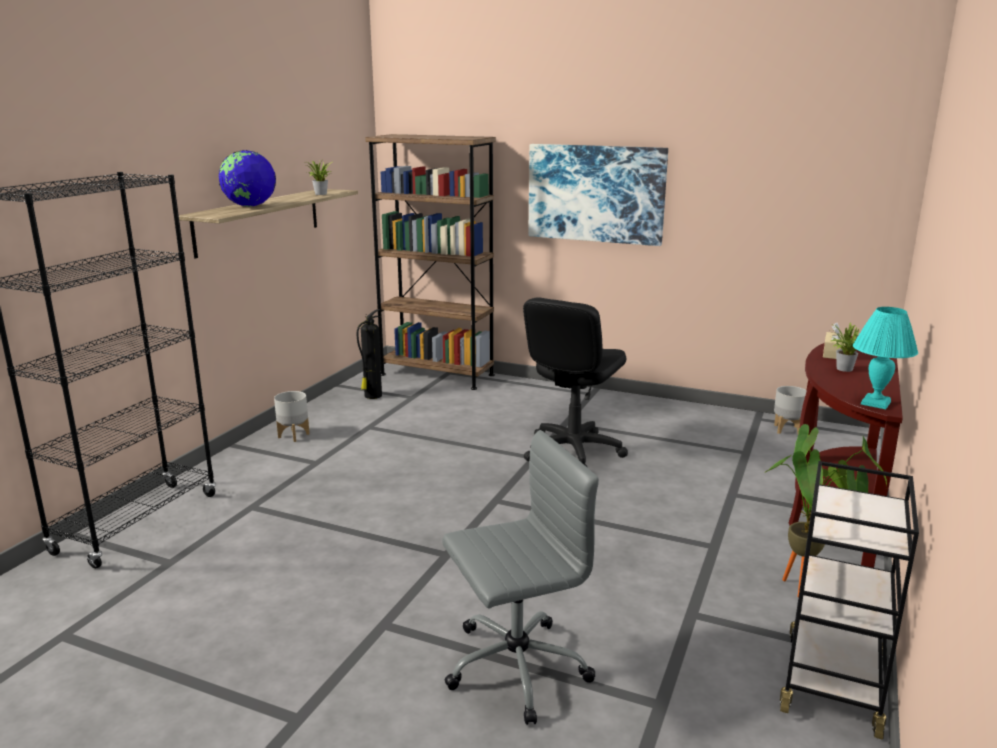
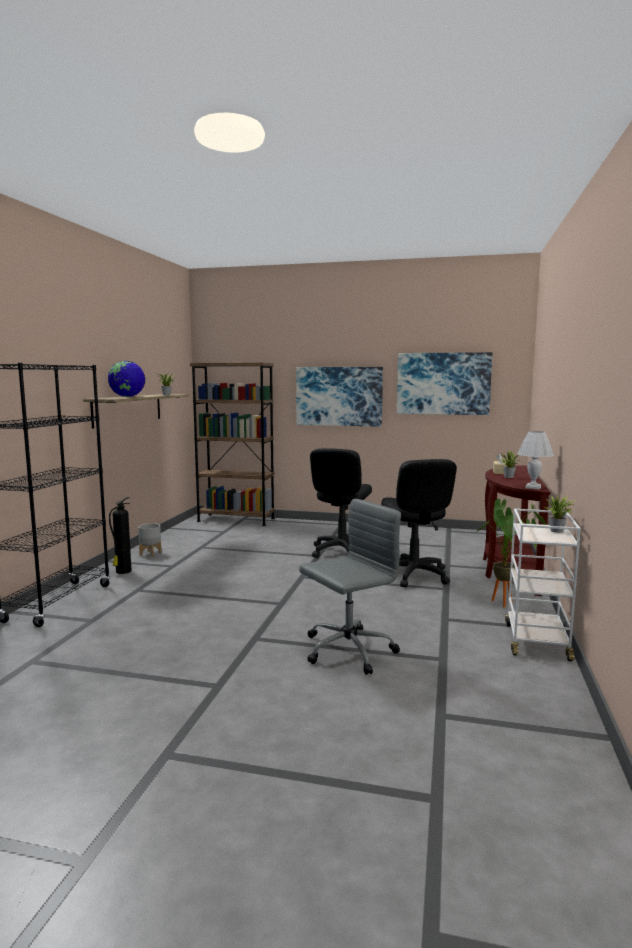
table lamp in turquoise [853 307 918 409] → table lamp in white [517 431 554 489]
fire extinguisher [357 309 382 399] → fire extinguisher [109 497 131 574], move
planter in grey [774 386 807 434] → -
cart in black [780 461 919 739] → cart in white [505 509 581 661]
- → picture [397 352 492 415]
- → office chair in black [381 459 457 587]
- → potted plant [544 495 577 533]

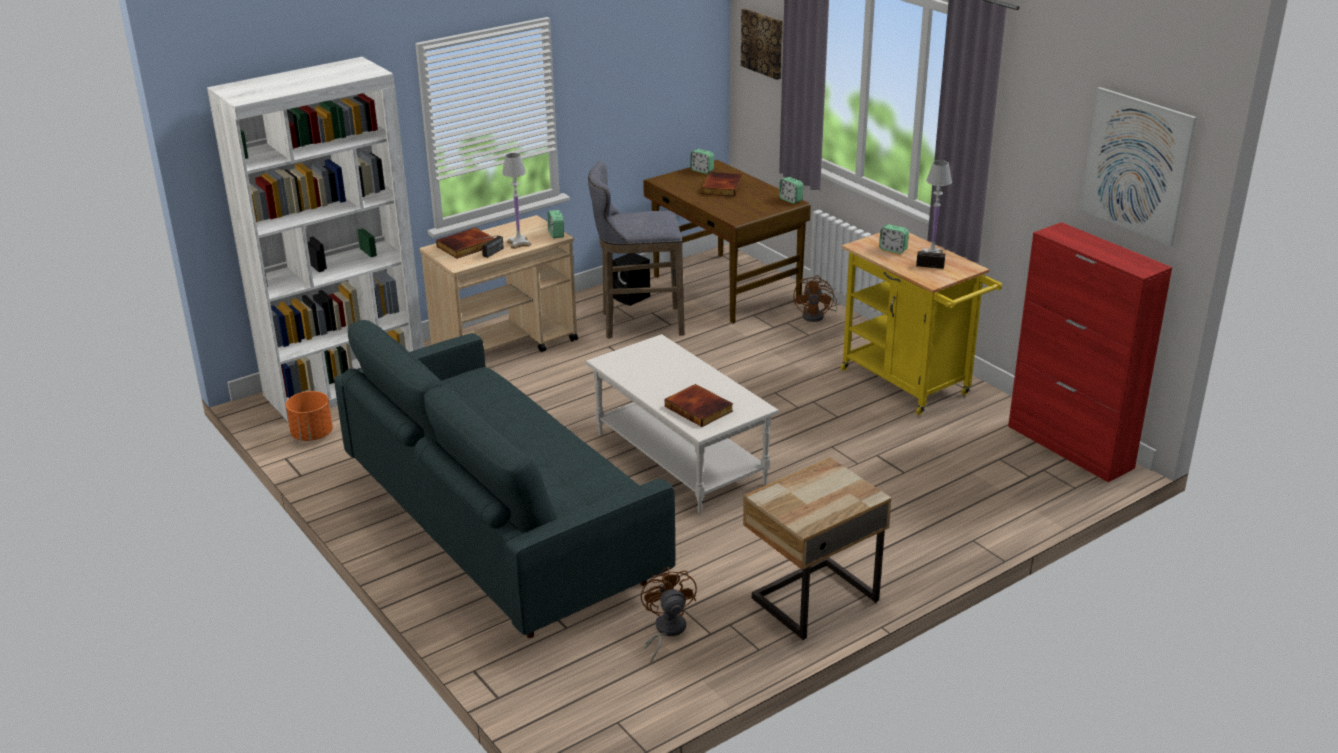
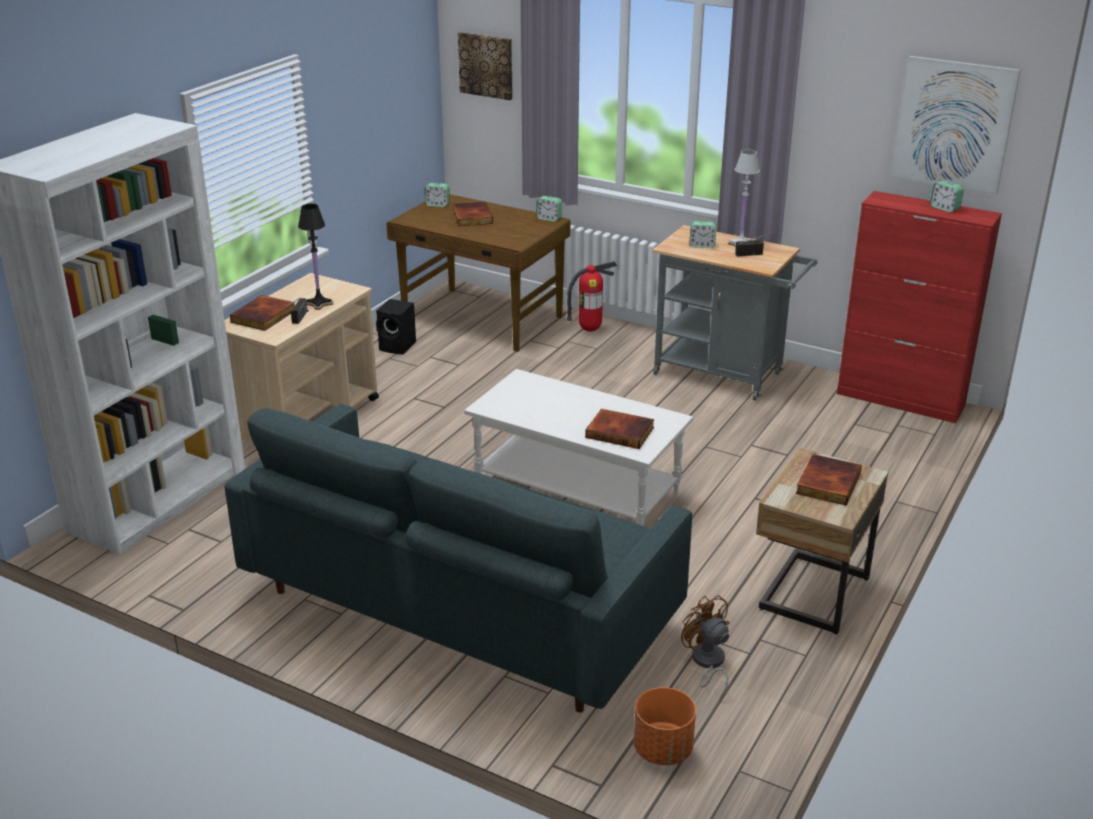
table lamp in white [502 153 532 249] → table lamp in black [298 204 334 310]
stool in grey [588 161 685 339] → -
alarm clock [548 210 564 238] → alarm clock [930 181 964 212], move
cart in yellow [840 233 1002 415] → cart in grey [652 225 817 400]
fan in brown [793 275 838 322] → fire extinguisher [567 261 617 332]
planter in orange [286 391 333 441] → planter in orange [634 687 696 765], move
- → book [796 454 862 505]

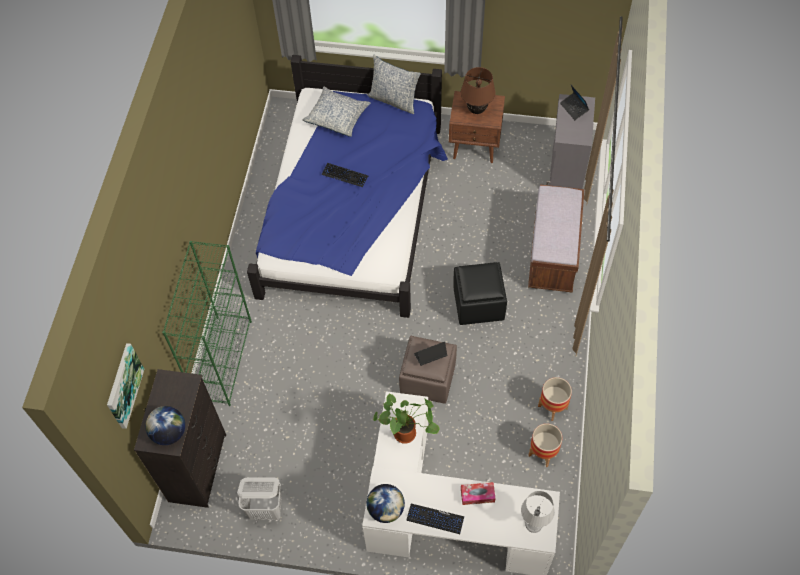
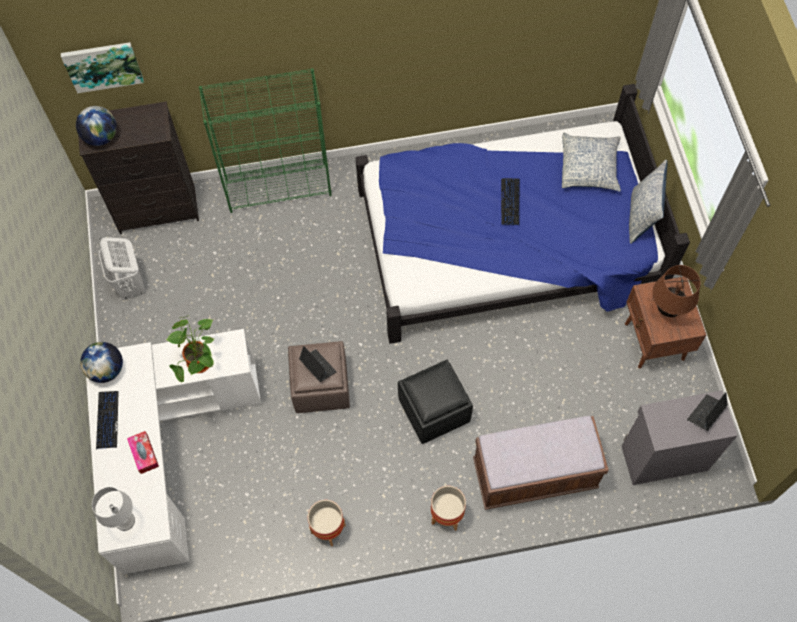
planter [529 423 562 467] → planter [431 486 466 531], move

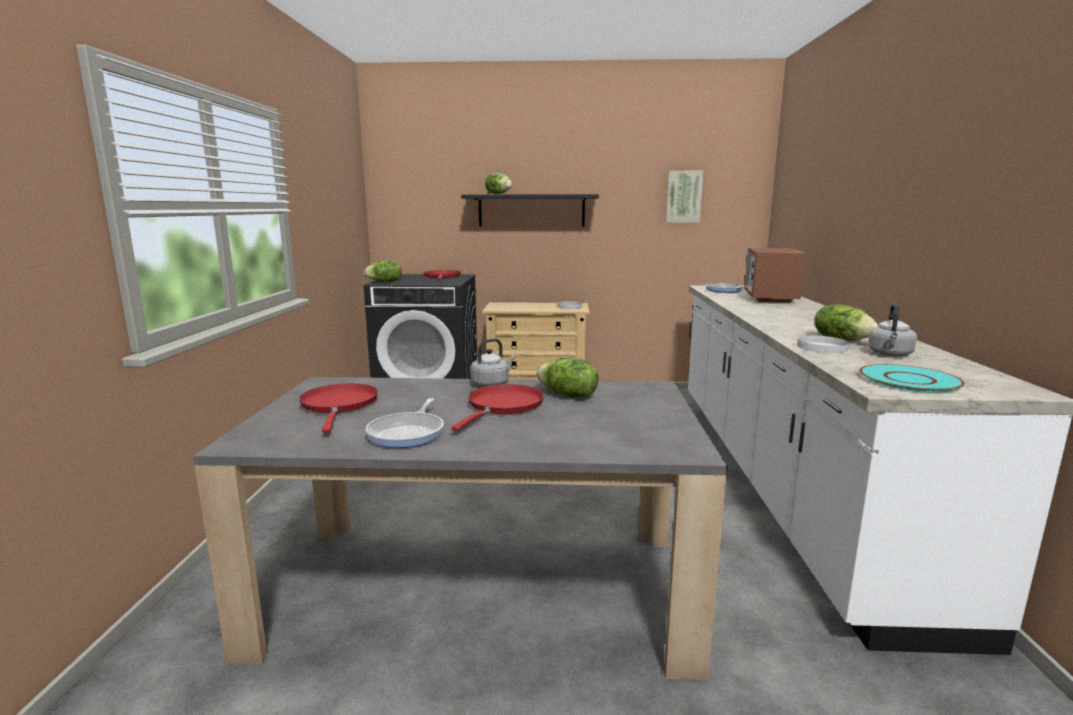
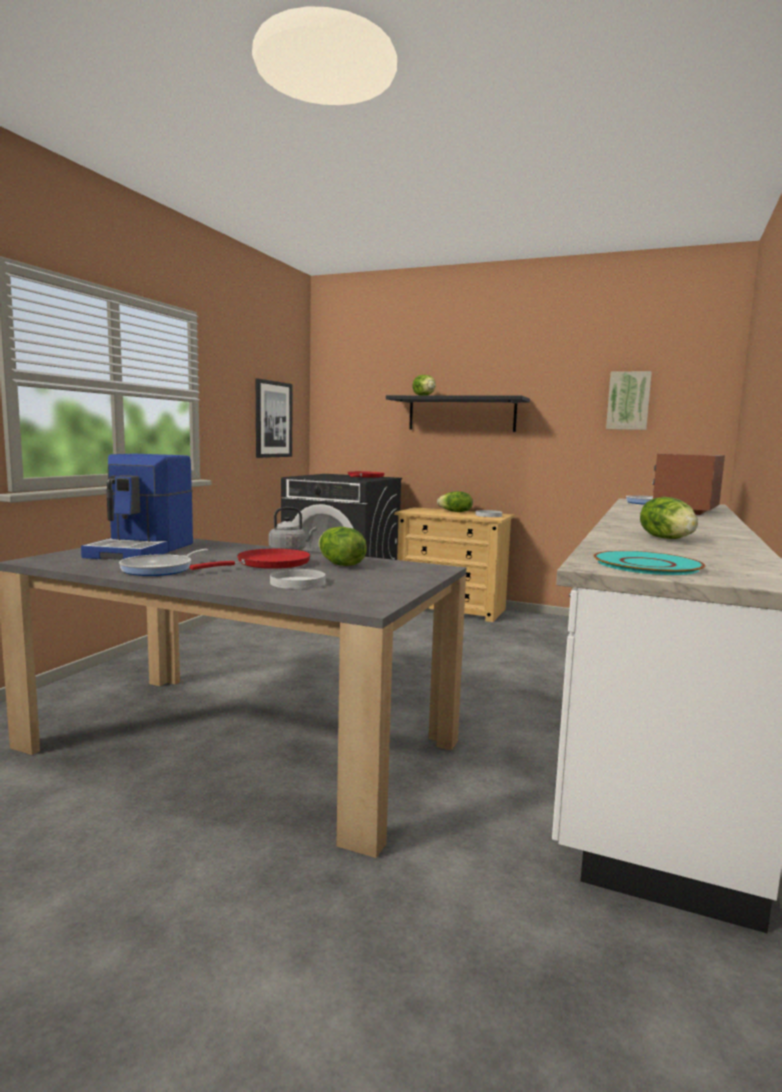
lettuce [364 260 402 282] → lettuce [437 491 473 512], move
kettle in grey [868 303 917 357] → -
plate in white [797 336 849 353] → plate in white [270 569 326 589], move
frying pan in red [299 383 378 433] → coffee machine [81 454 193 560]
- → picture [256 379 293 458]

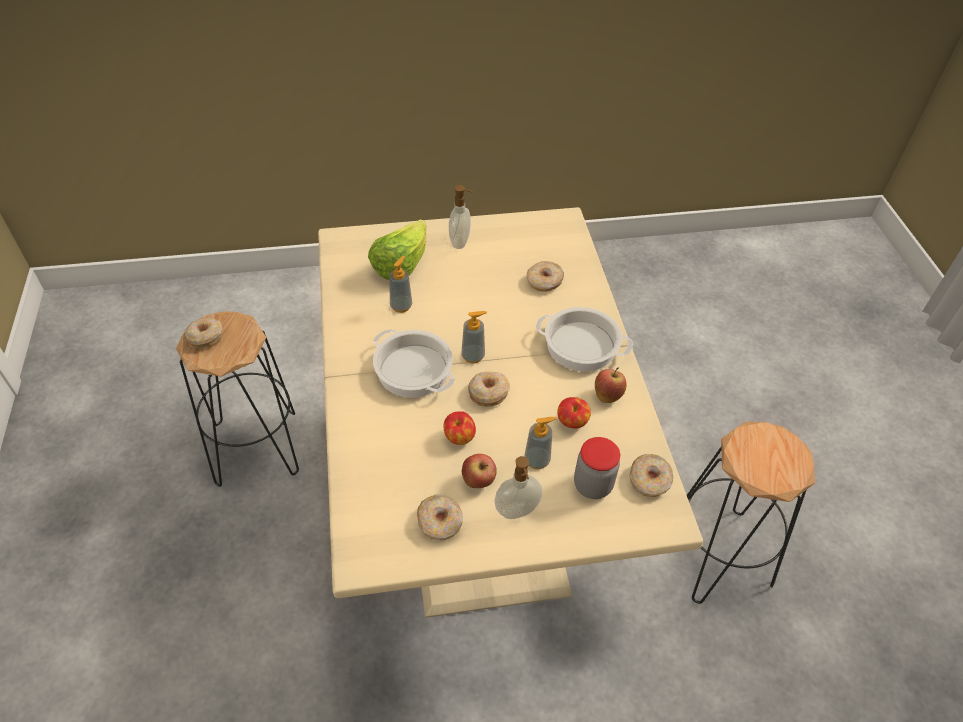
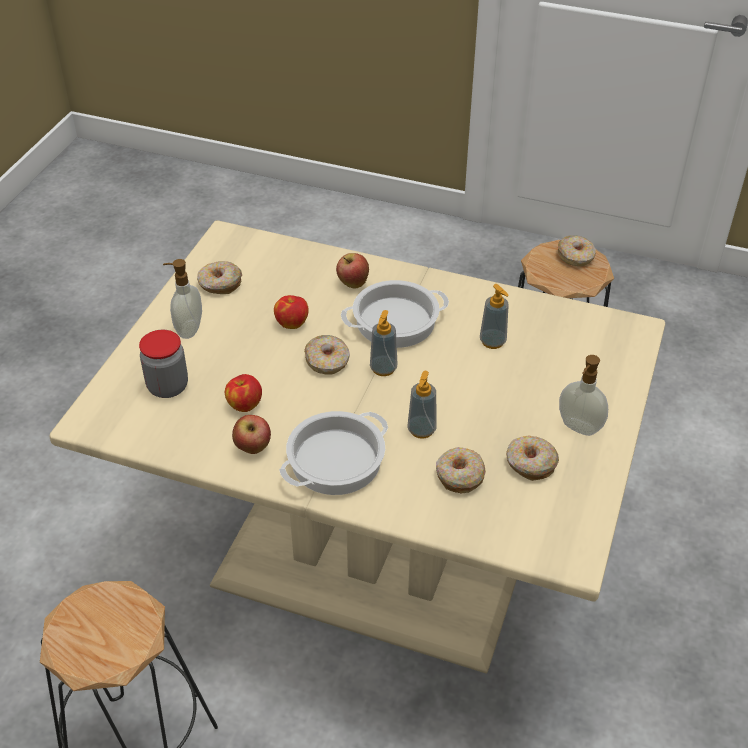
lettuce [368 219 426 280] → -
soap dispenser [524 417 557 469] → soap dispenser [407 371 437 439], move
apple [462 454 497 488] → apple [336 253 369 289], move
donut [630 454 673 497] → donut [506 436 559 481], move

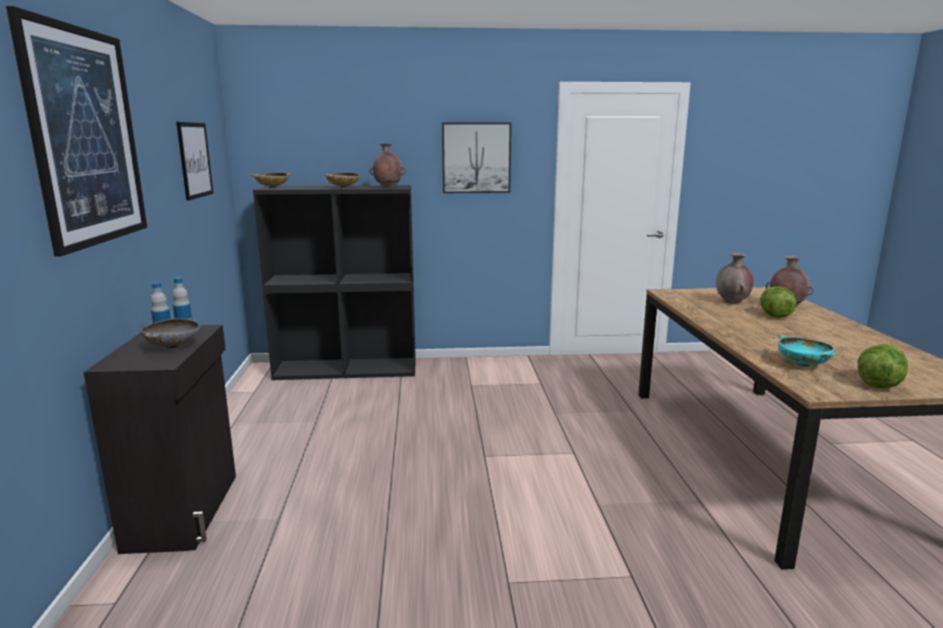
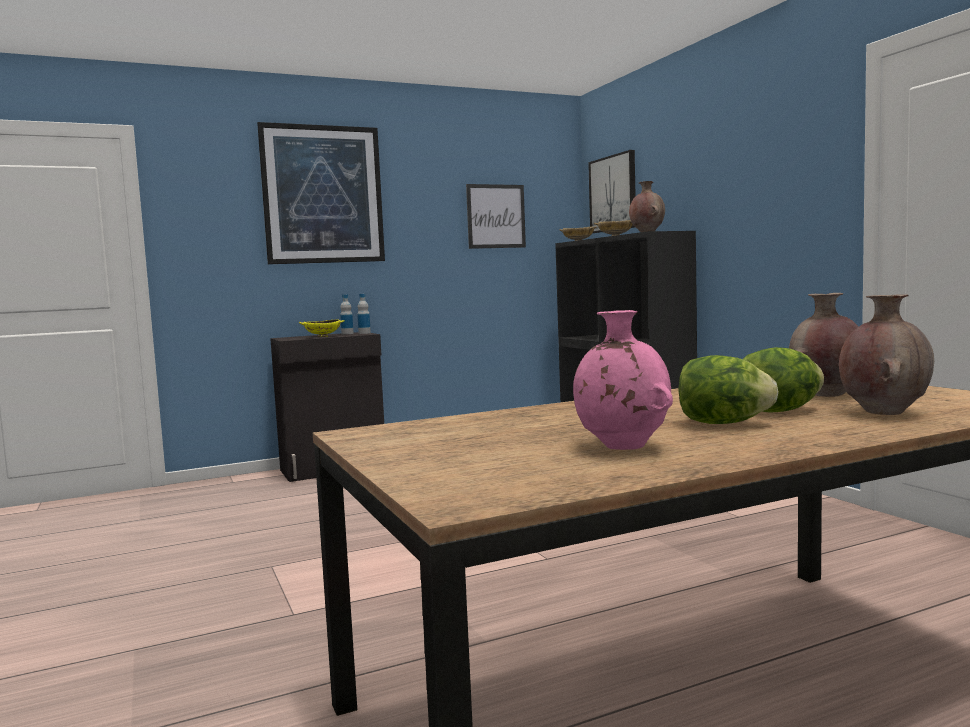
picture [442 123 511 193] → picture [588 150 636 233], move
bowl in grey [141 318 200 349] → bowl in yellow [299 319 345 337]
bowl in turquoise [778 335 836 367] → -
lettuce [857 344 908 388] → lettuce [678 355 779 424], move
- → vase in pink [573 310 673 450]

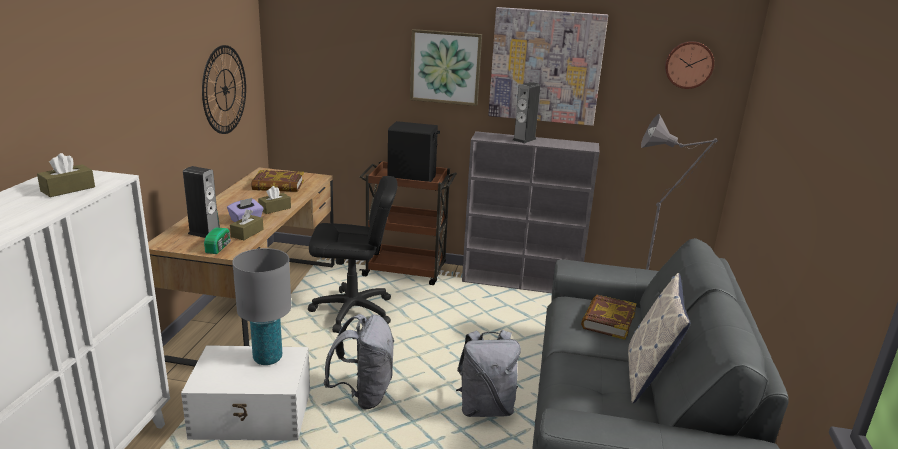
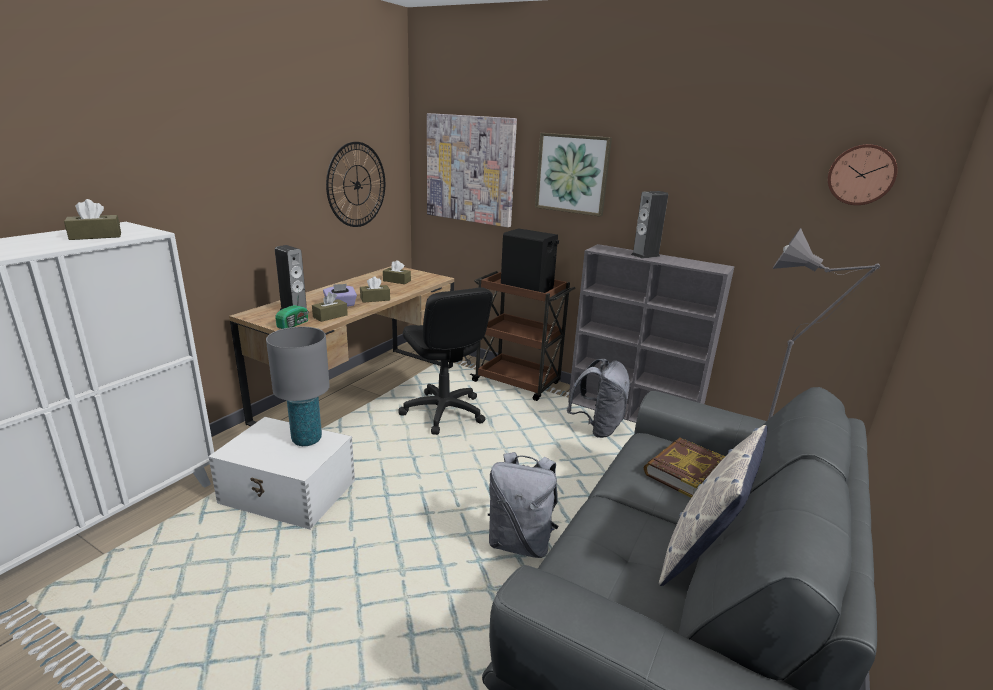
picture [488 7 608 126] → picture [427 113 517 227], move
book [251 170 304 192] → tissue box in brown [383 260 411 284]
office chair in black [308 176 397 333] → office chair in black [398 287 493 435], 45 degrees clockwise
backpack in grey [323 314 394 409] → backpack in grey [567 359 631 438], move

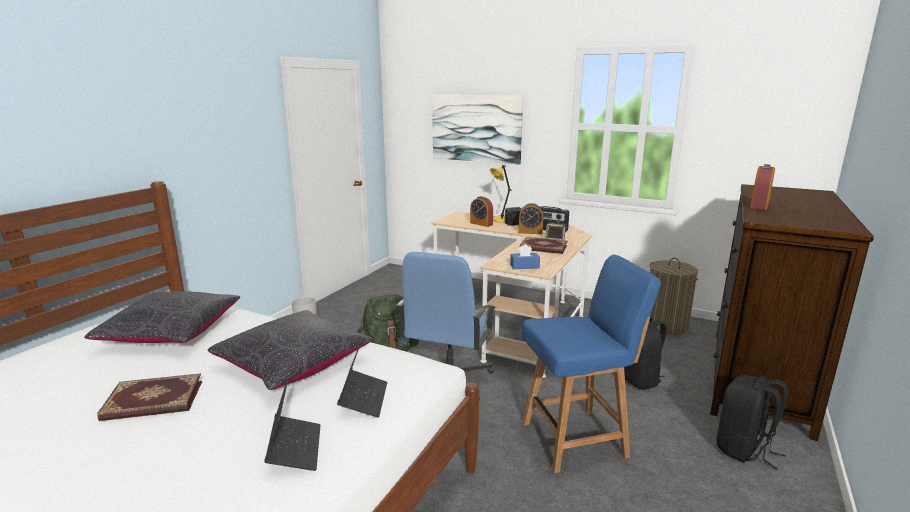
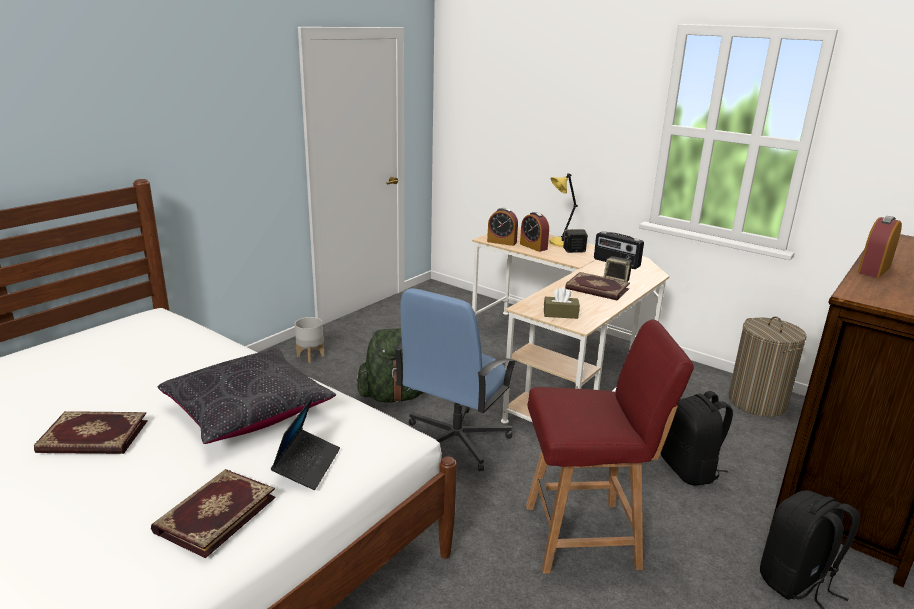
picture [432 94 523 164] → -
alarm clock [518 203 543 234] → alarm clock [487 208 518 246], move
tissue box in blue [510 244 540 269] → tissue box in brown [544 287 580 319]
chair in blue [521 255 661 473] → chair in red [526 320 694 574]
pillow in black [84 291 240 343] → -
laptop [264 378 321 471] → book [151 469 276 558]

